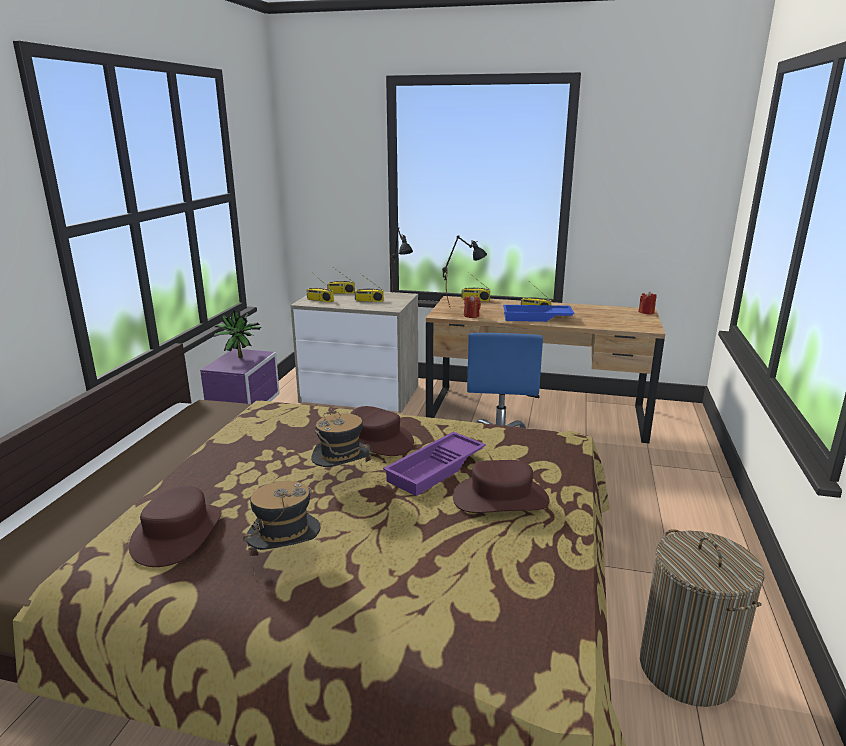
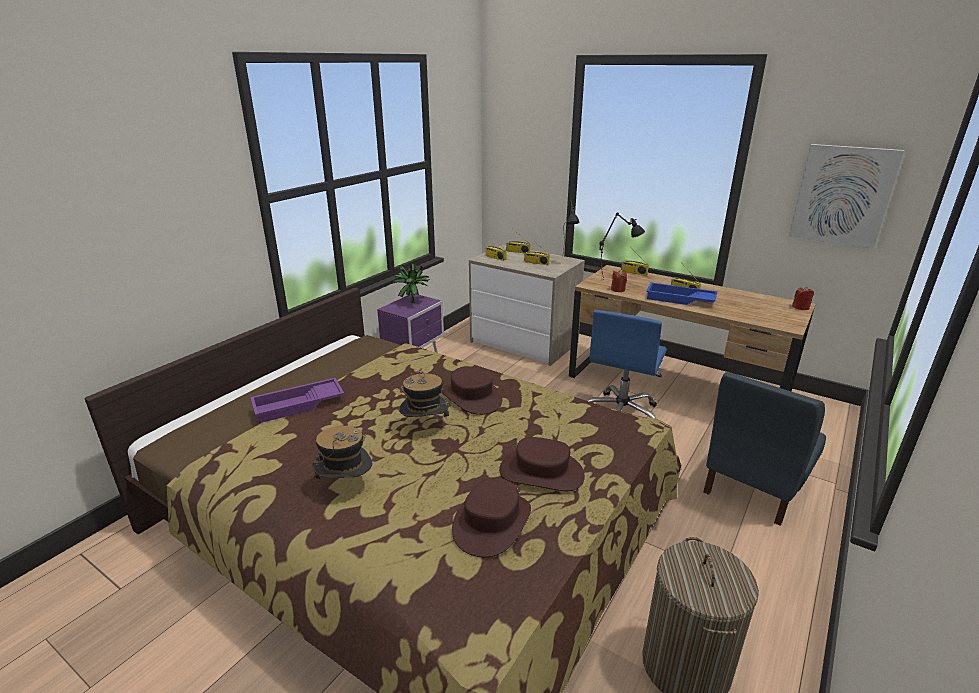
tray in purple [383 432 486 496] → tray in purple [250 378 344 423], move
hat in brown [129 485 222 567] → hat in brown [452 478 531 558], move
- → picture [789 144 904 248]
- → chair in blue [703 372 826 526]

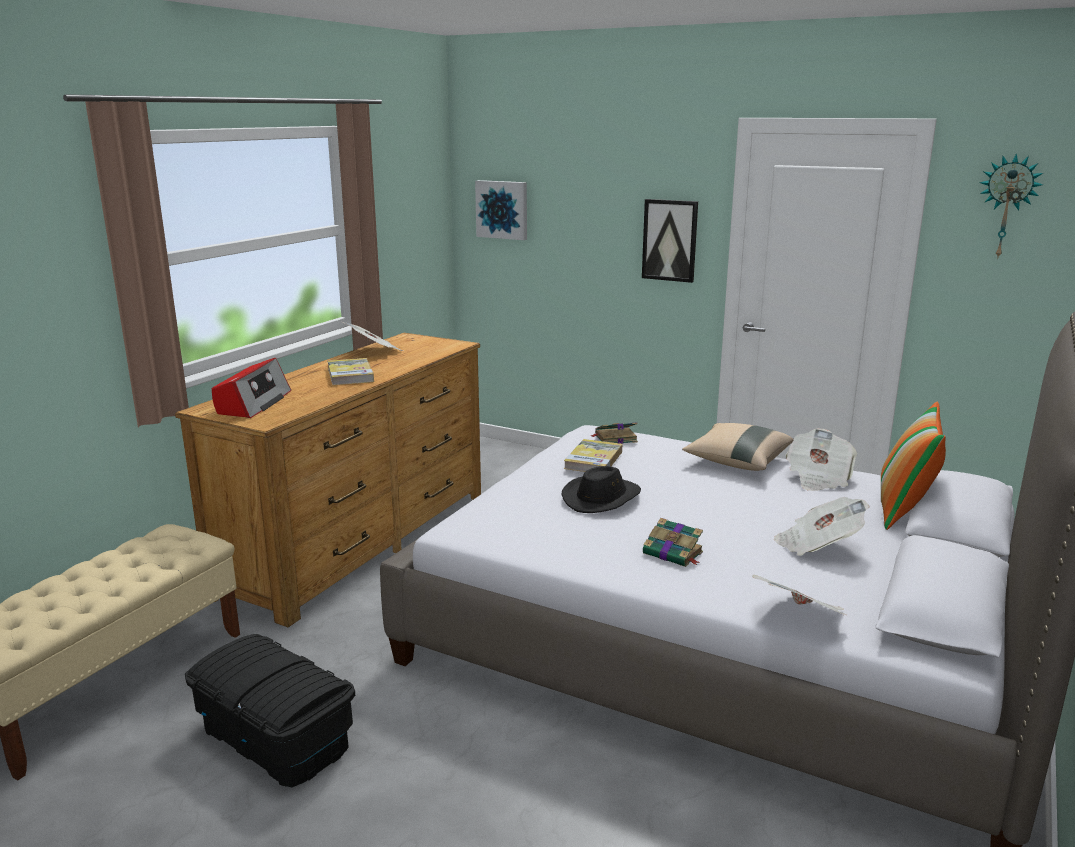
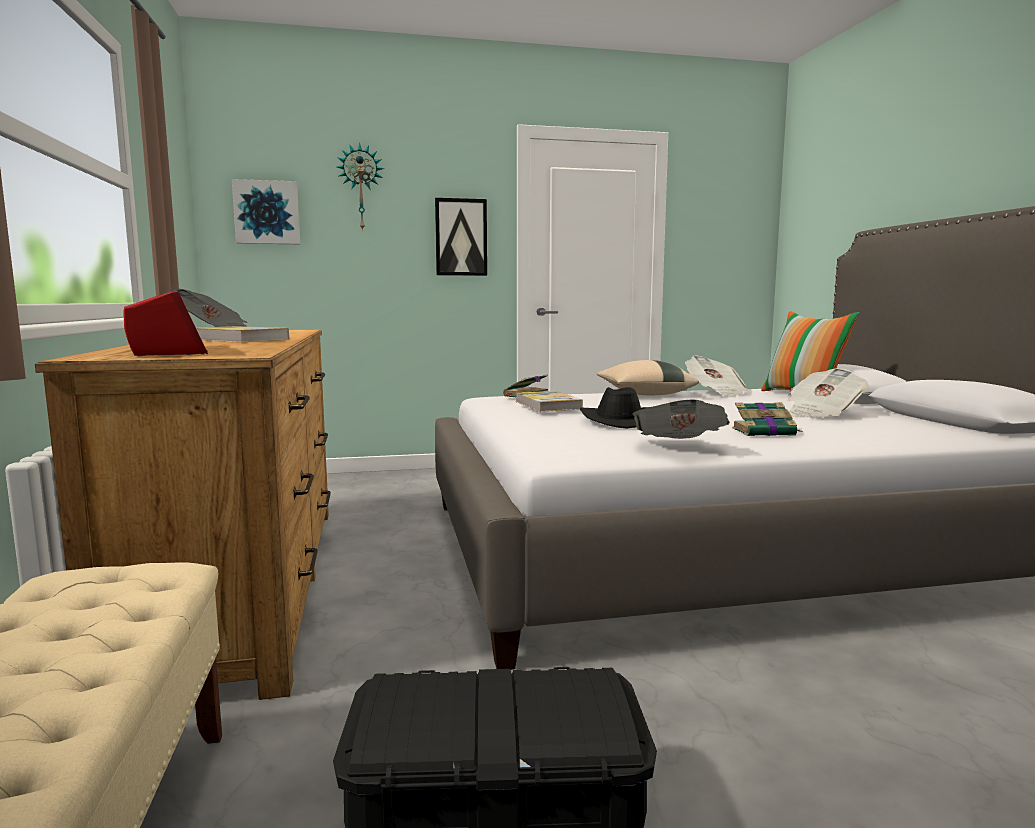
wall clock [979 153 1043 257] → wall clock [337 143 384 231], move
newspaper [752 575 846 616] → newspaper [633 400 730 439], move

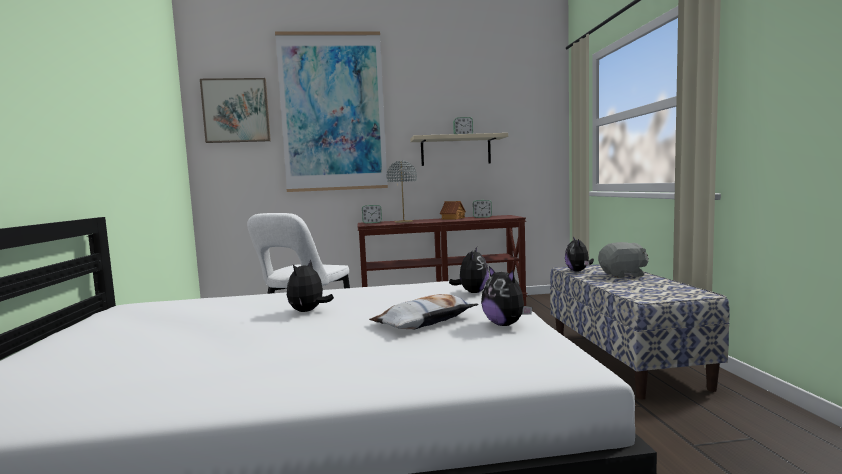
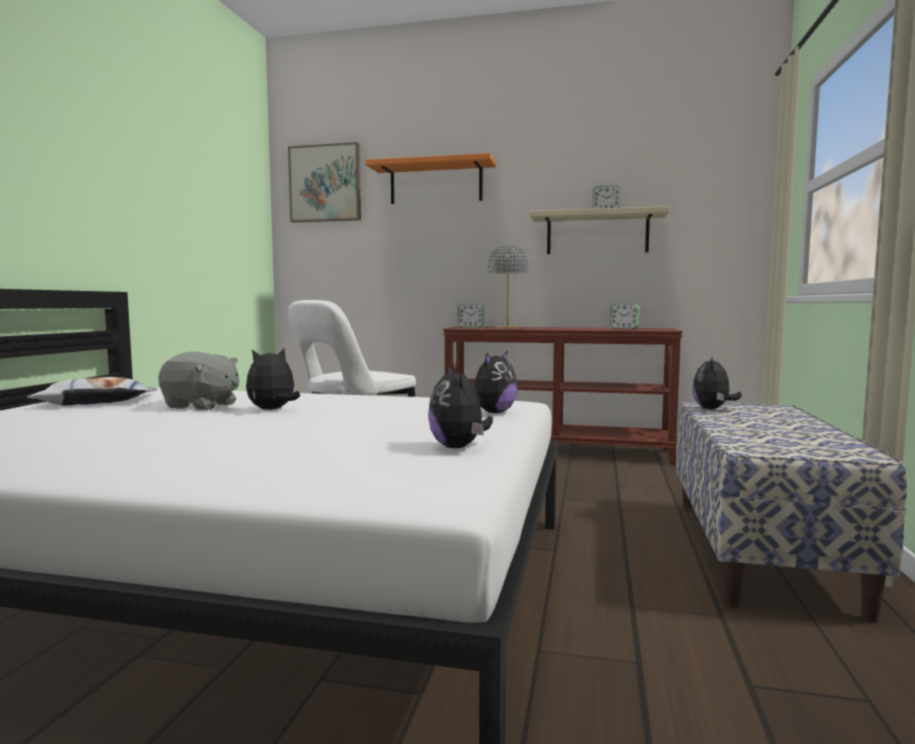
picture [275 32 388 192] → shelf in orange [365 153 496 204]
toy house [440 201 466 220] → -
plush toy in grey [598 242 649 278] → plush toy in grey [158 352 239 410], move
pillow [369 294 479 329] → pillow [27 377 157 406], move

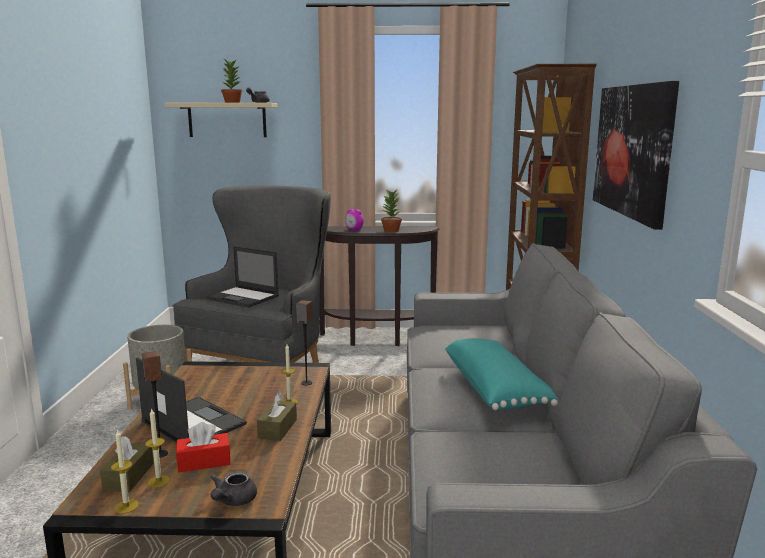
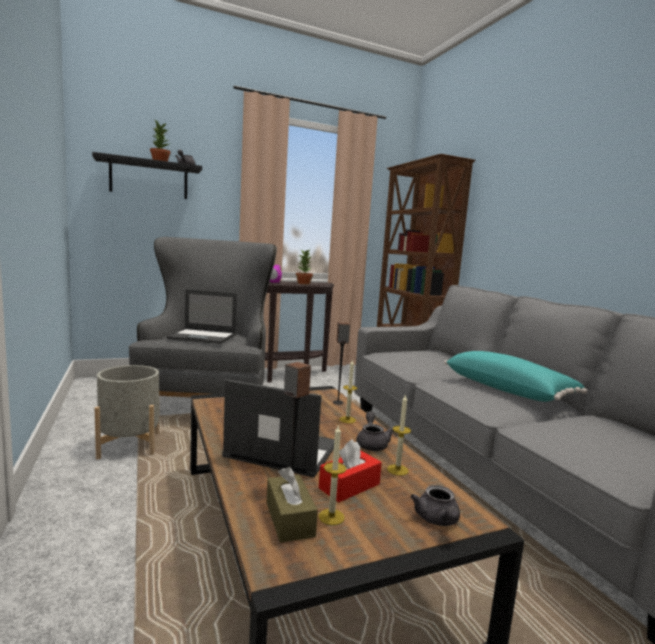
picture [593 81 679 230] → -
shelf in beige [164 103 278 137] → shelf in black [92 152 202 199]
tissue box in brown [257 393 297 441] → teapot in grey [356 411 393 451]
candle [111 429 139 514] → candle [387 394 411 476], move

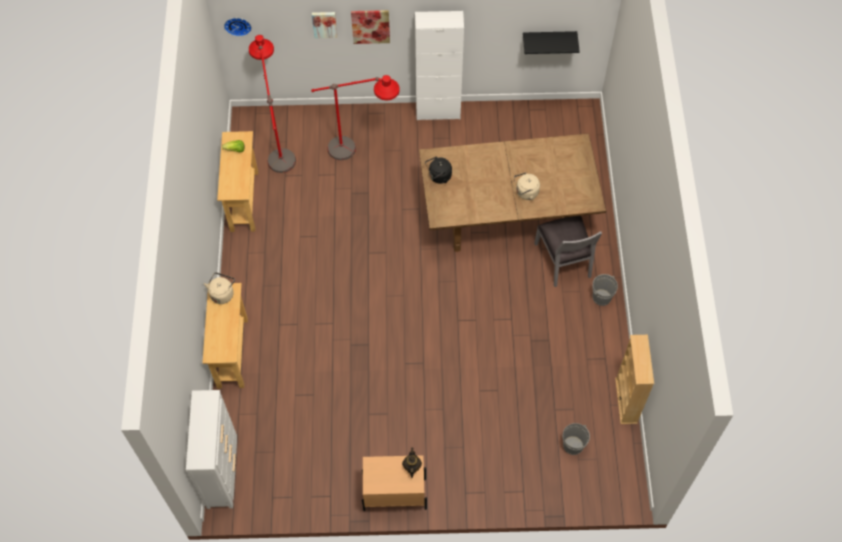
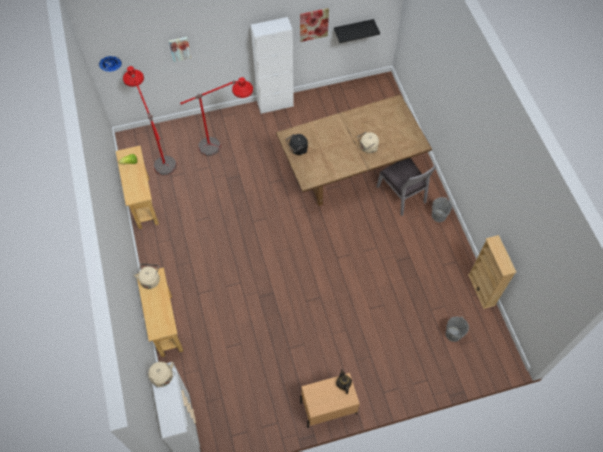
picture [351 10 390 44] → picture [300 8 329 42], move
- → kettle in beige [148 362 175 388]

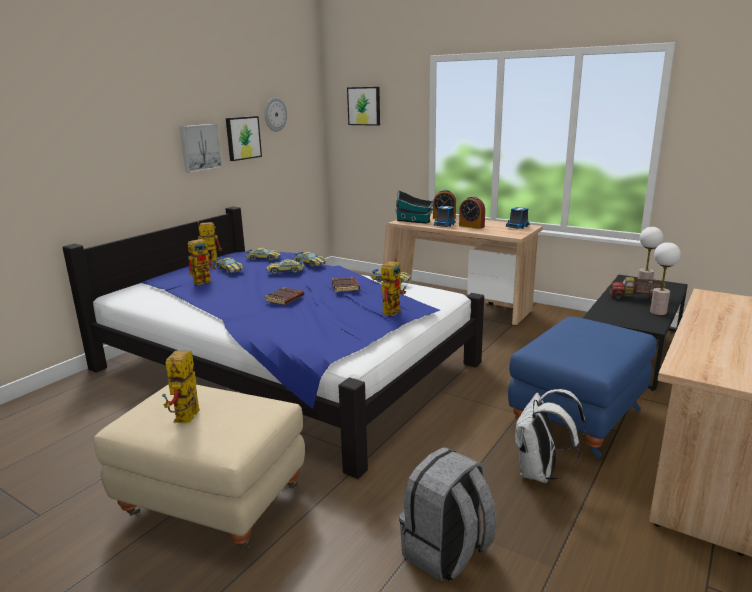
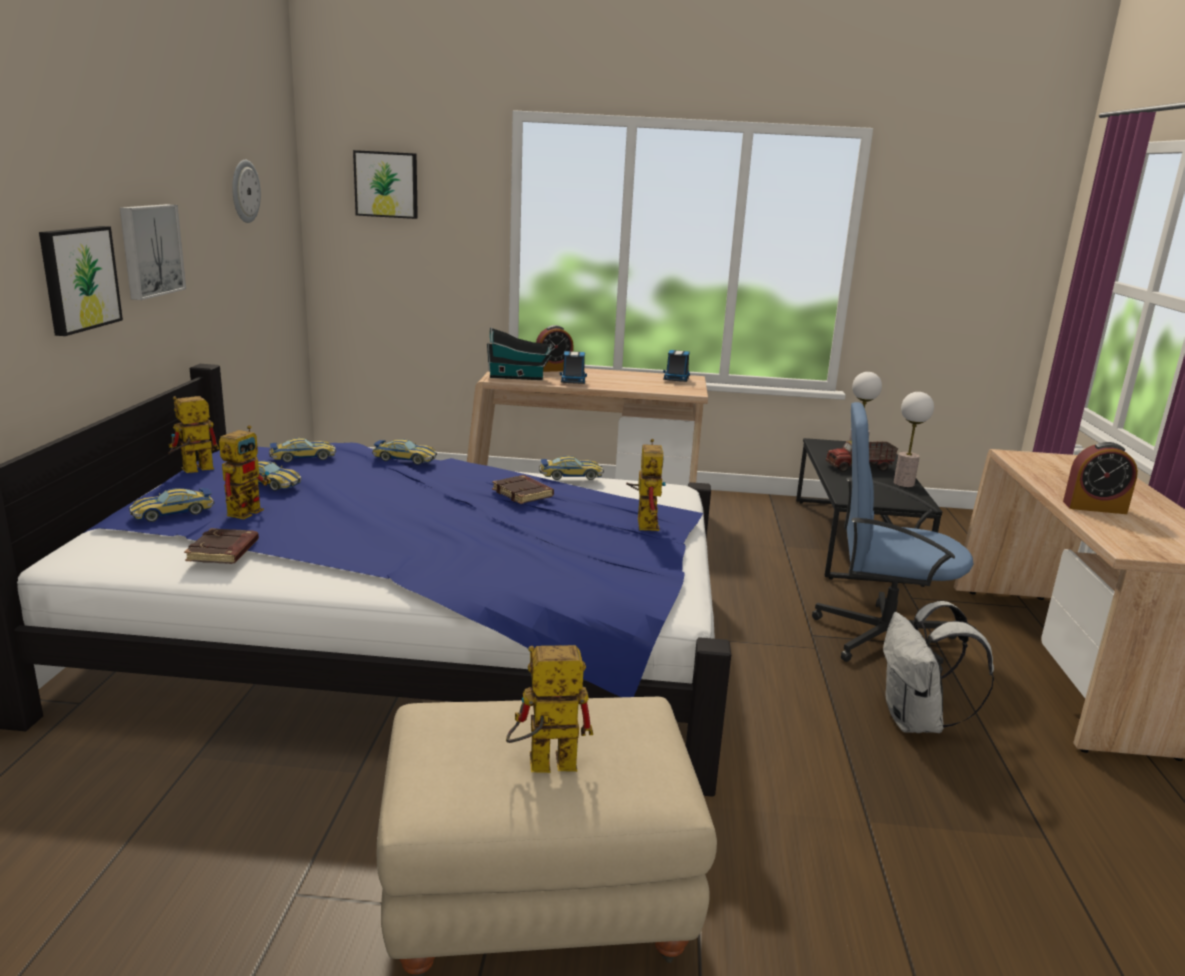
picture [226 116 262 161] → picture [39 226 123 336], move
alarm clock [459 196 485 229] → alarm clock [1063 442 1138 514], move
toy car [266 259 305 274] → toy car [129 488 214 522], move
book in brown [264 287 304 305] → book in brown [184 528 259 564], move
ottoman in blue [508 316 657 459] → office chair in blue [812 402 973 673]
toy robot [162 350 200 423] → toy robot [506 645 593 773], 105 degrees clockwise
backpack in grey [399 447 497 581] → -

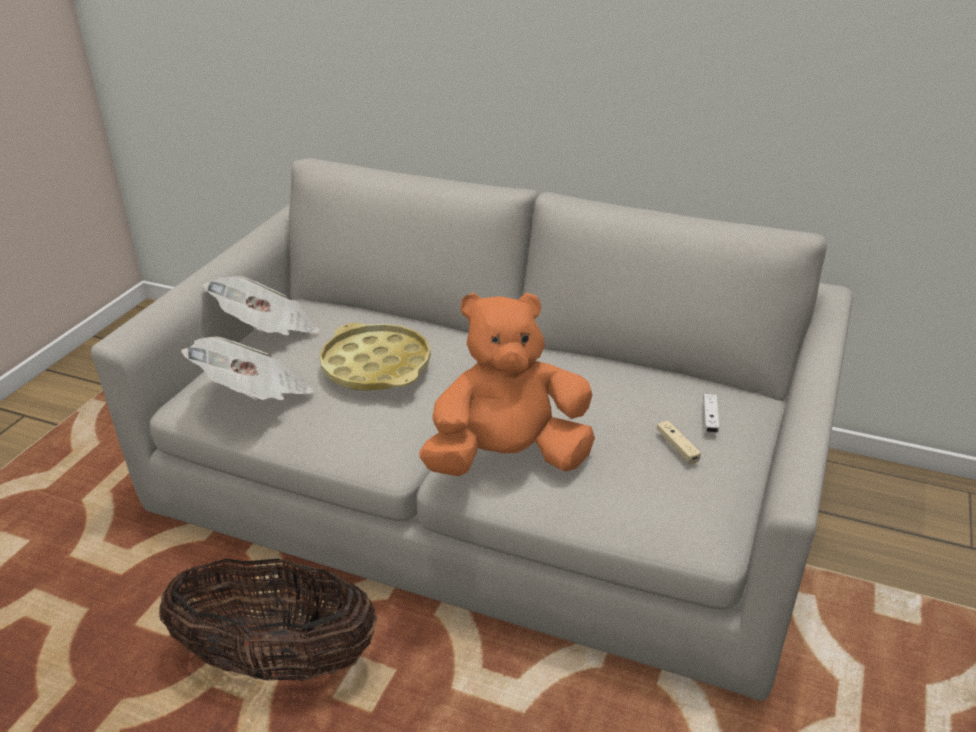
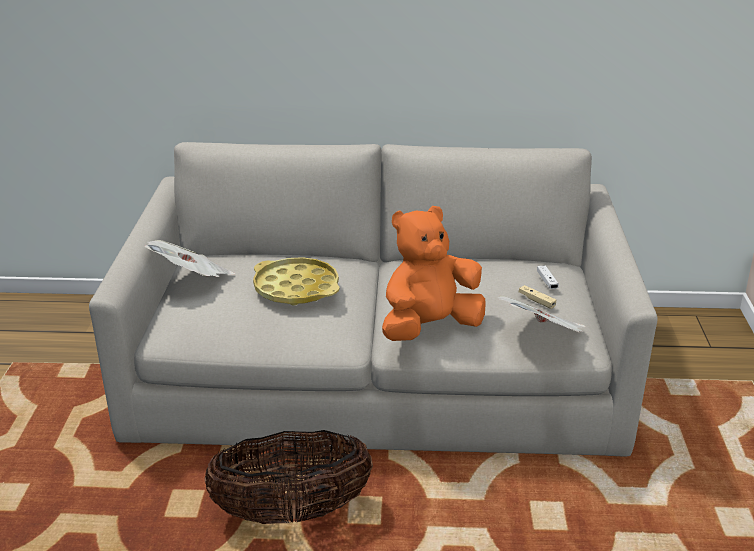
newspaper [181 337 314 400] → newspaper [498 295 585 333], move

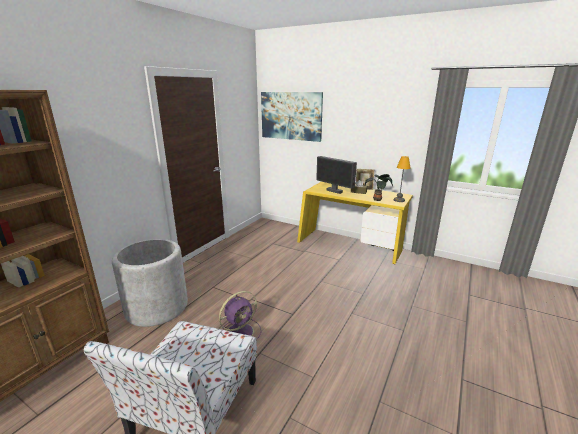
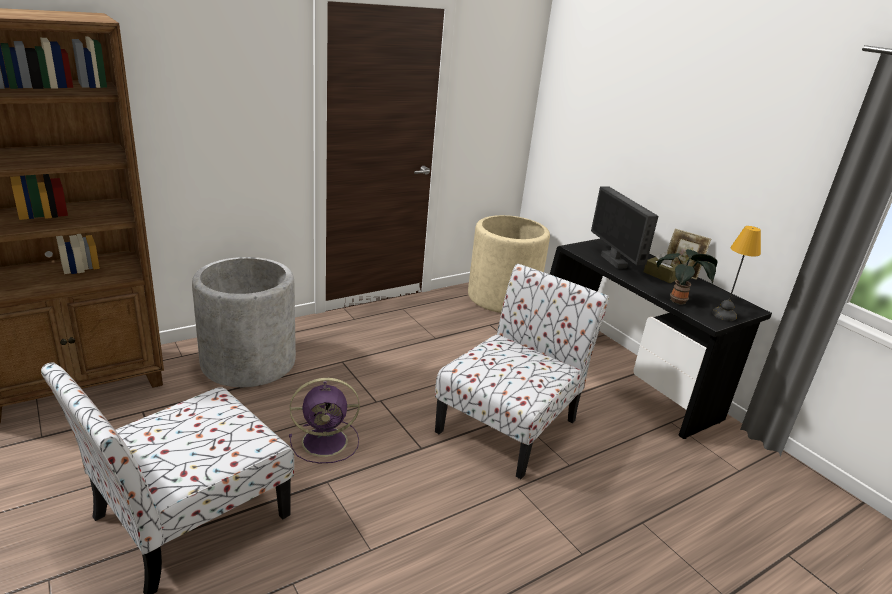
picture [261 92 323 142] → -
desk in yellow [297 182 413 264] → desk in black [550 238 772 439]
- → planter in beige [468 215 550 313]
- → chair [435 264 609 479]

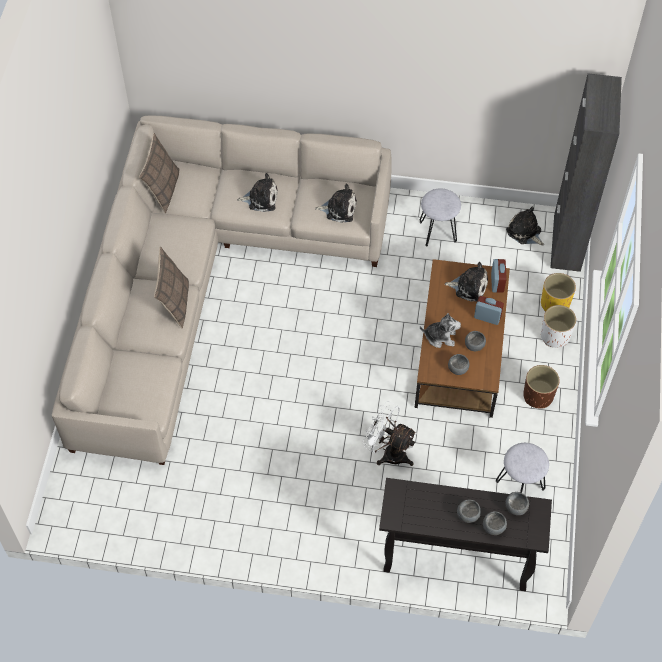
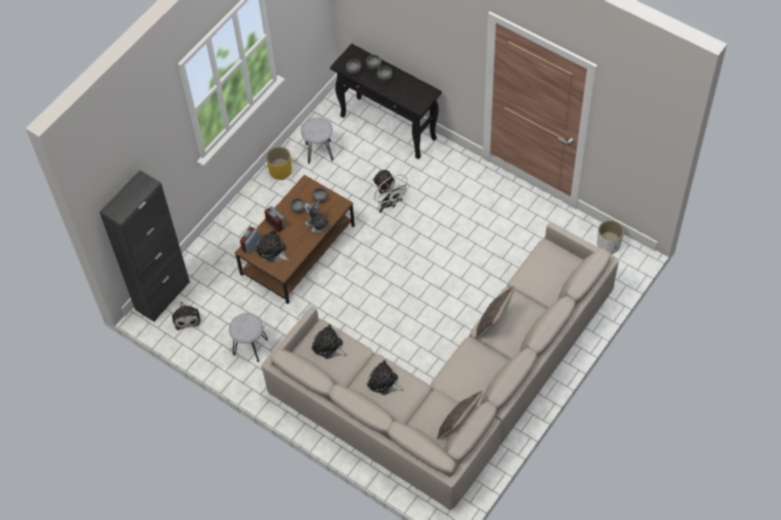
planter in yellow [541 273 576 312] → planter in yellow [266 147 292 180], move
planter in white [541 305 576 348] → planter in white [597 220 624 254], move
planter in brown [523 365 559 409] → -

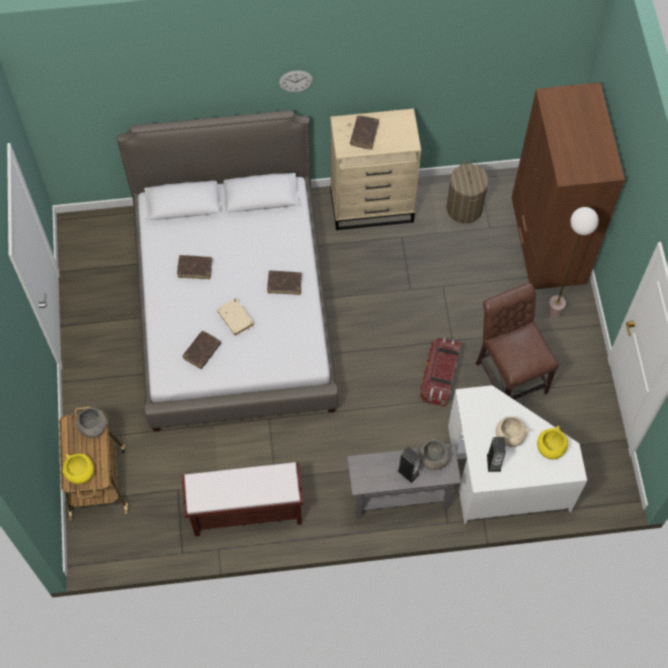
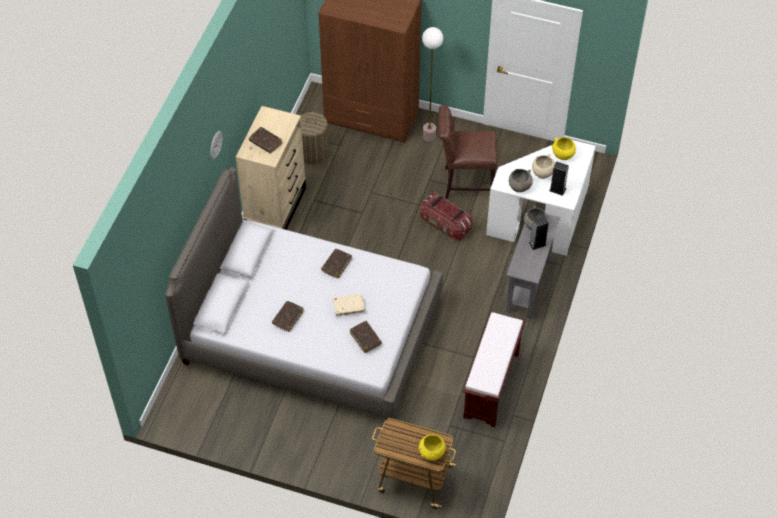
bowl in grey [76 408 108 438] → bowl in grey [509 169 533 192], move

